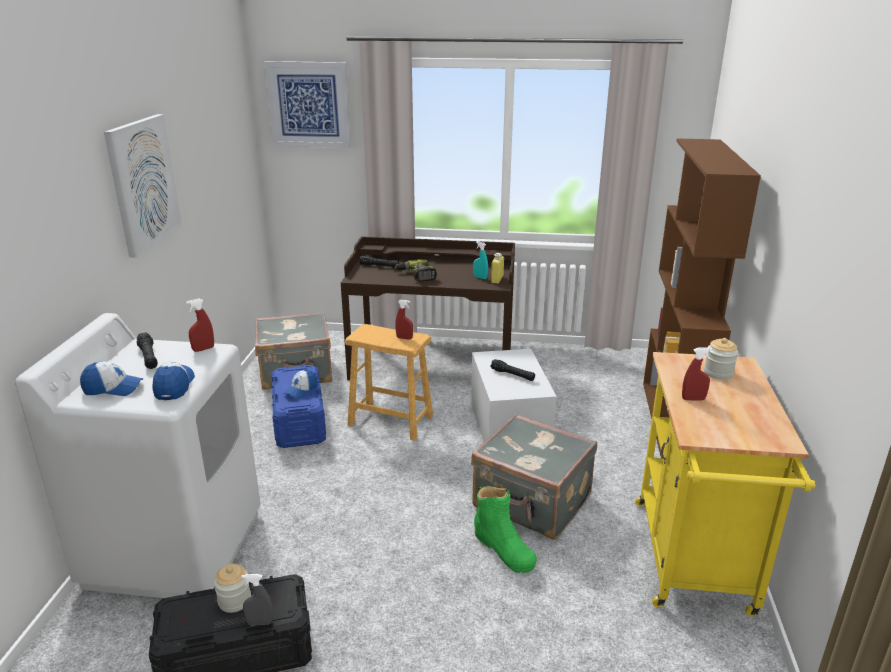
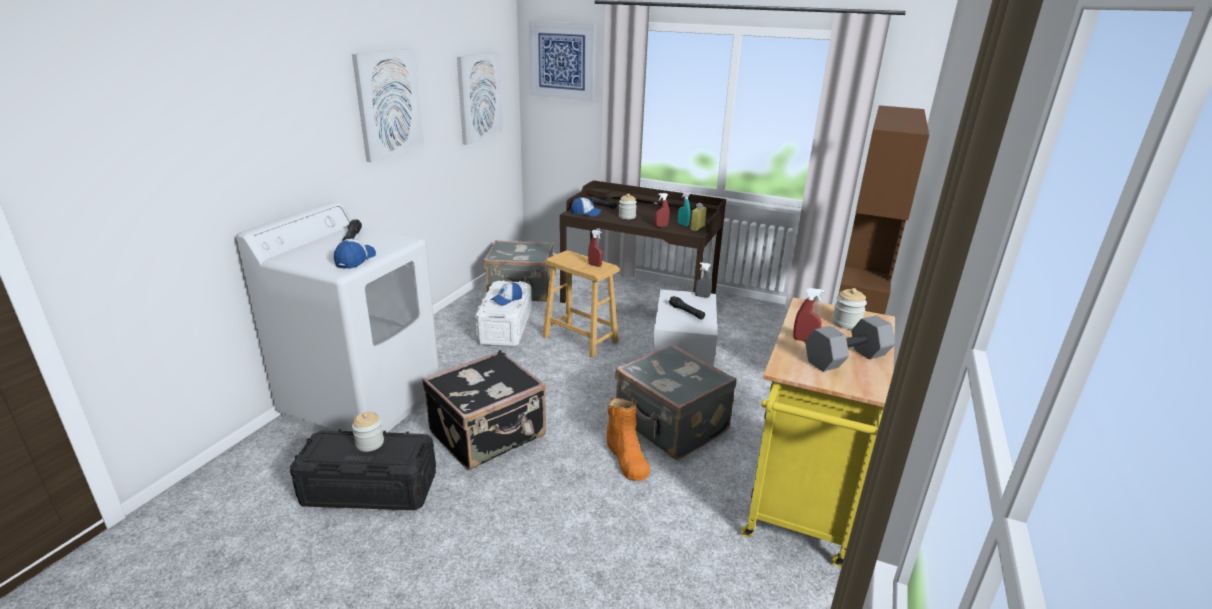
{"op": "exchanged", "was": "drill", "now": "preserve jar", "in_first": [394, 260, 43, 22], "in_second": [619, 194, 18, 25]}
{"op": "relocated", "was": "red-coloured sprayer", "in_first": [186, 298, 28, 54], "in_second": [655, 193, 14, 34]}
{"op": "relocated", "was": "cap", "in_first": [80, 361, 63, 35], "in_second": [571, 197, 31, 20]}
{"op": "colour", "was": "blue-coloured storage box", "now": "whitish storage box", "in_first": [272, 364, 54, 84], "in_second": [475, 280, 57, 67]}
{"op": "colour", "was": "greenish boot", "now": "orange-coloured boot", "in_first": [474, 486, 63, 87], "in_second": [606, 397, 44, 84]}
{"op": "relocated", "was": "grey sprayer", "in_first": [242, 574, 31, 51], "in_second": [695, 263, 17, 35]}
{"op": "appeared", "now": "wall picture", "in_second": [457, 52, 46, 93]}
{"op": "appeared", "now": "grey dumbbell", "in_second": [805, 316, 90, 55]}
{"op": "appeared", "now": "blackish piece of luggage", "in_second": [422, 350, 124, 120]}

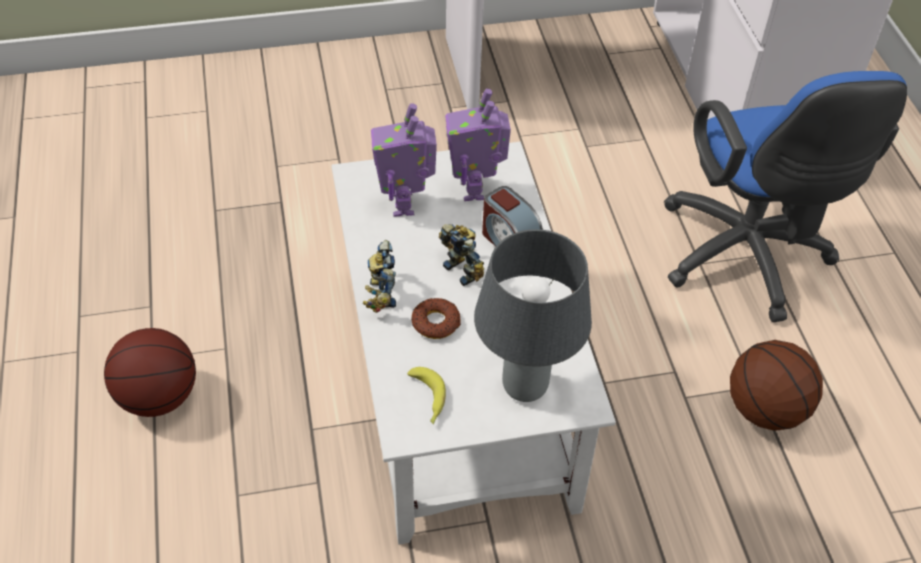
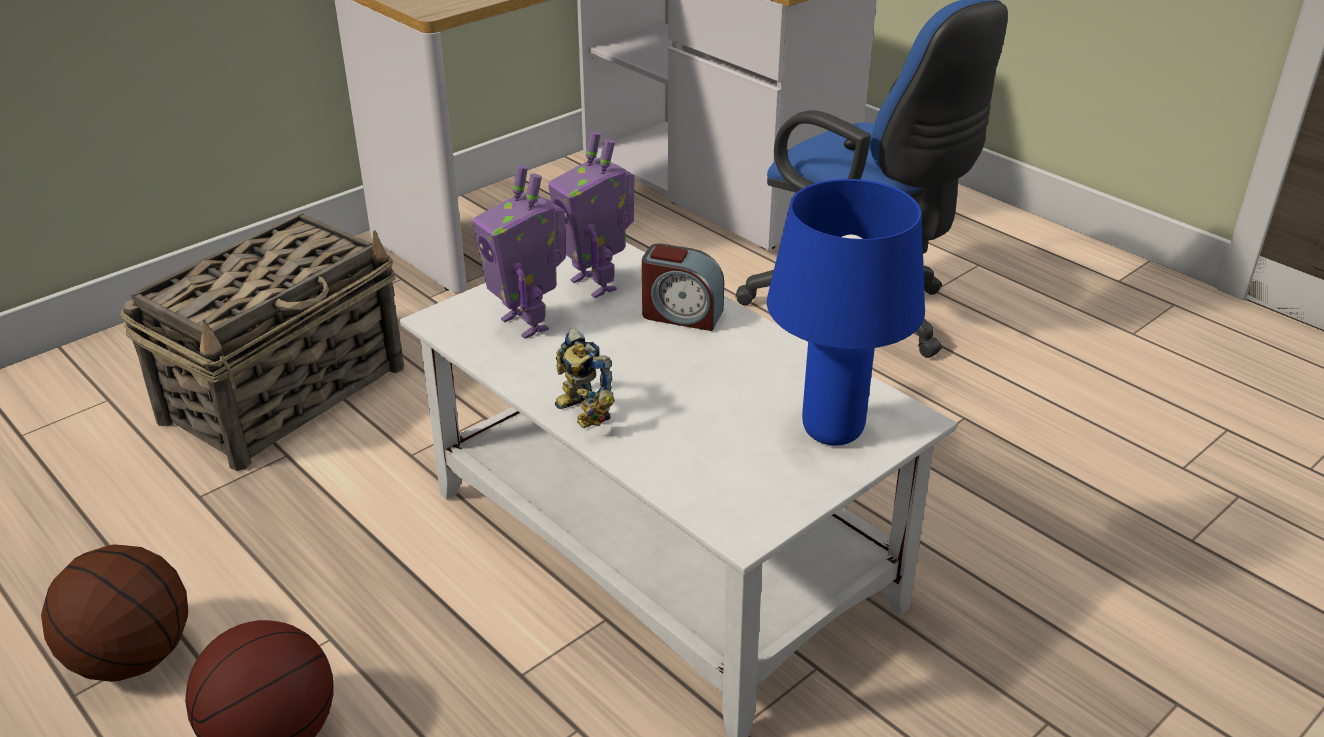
{"op": "missing", "was": "model robot", "in_first": [439, 224, 45, 62]}
{"op": "colour", "was": "grey table lamp", "now": "blue-coloured table lamp", "in_first": [474, 229, 118, 173], "in_second": [767, 179, 158, 267]}
{"op": "missing", "was": "ring doughnut", "in_first": [411, 298, 50, 41]}
{"op": "relocated", "was": "ball for basketball", "in_first": [730, 340, 93, 91], "in_second": [41, 544, 147, 138]}
{"op": "missing", "was": "whole banana", "in_first": [407, 367, 39, 57]}
{"op": "appeared", "now": "storage basket", "in_second": [121, 213, 283, 258]}

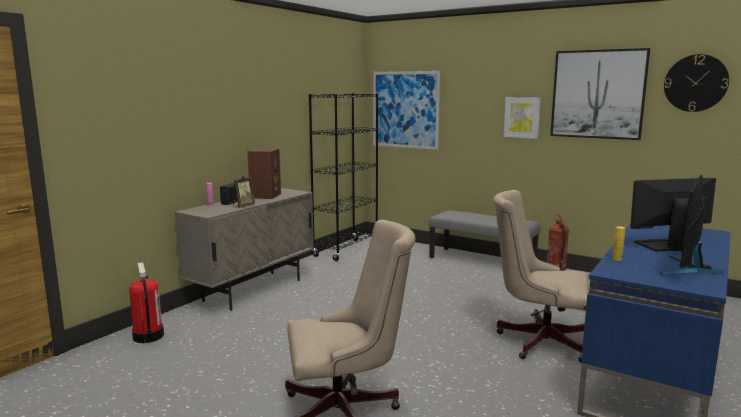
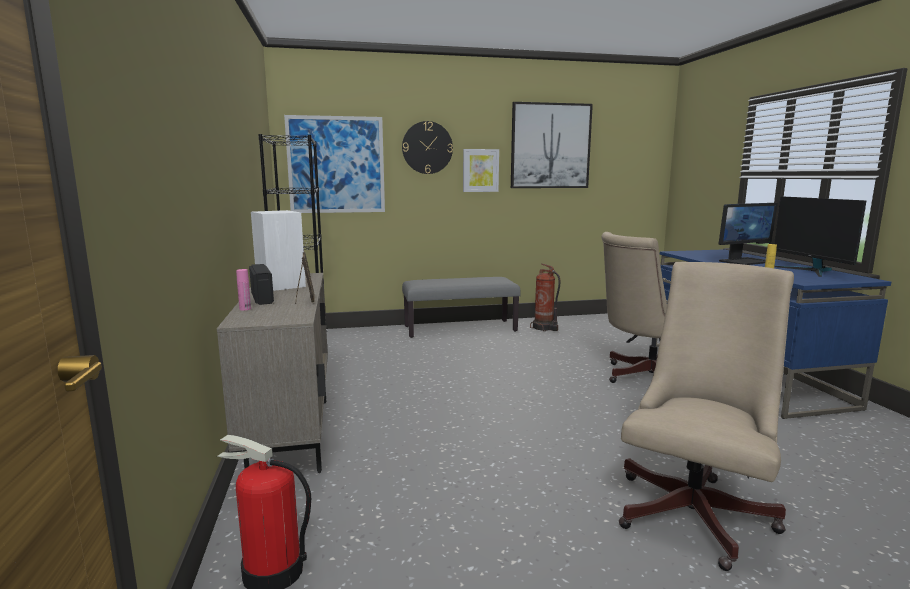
{"op": "relocated", "was": "hanging clock", "in_first": [664, 54, 65, 58], "in_second": [402, 121, 51, 53]}
{"op": "colour", "was": "brown-coloured loudspeaker", "now": "whitish loudspeaker", "in_first": [247, 148, 34, 51], "in_second": [251, 210, 55, 81]}
{"op": "spun", "was": "monitor", "in_first": [630, 178, 86, 73], "in_second": [719, 203, 59, 62], "clockwise": -150}

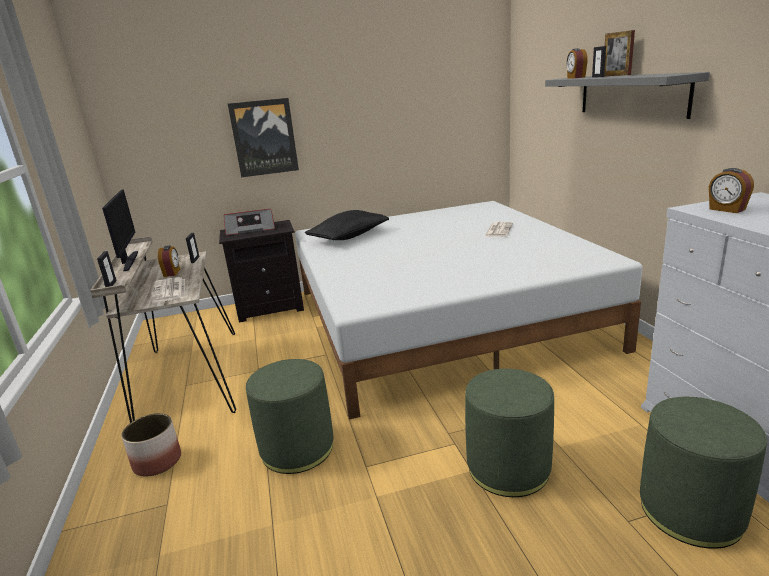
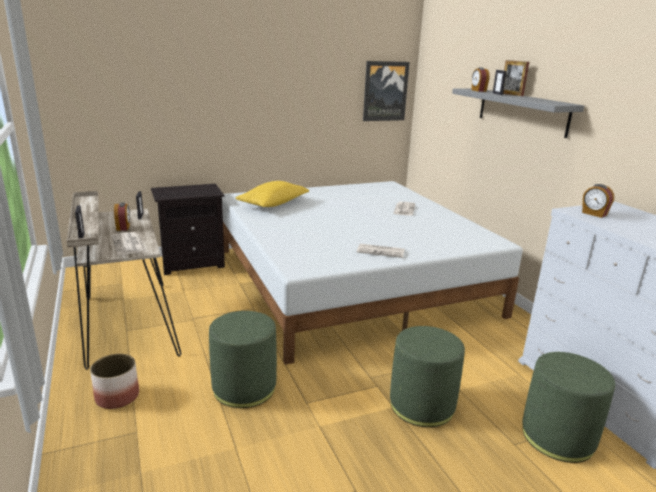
{"op": "relocated", "was": "wall picture", "in_first": [228, 98, 71, 79], "in_second": [363, 61, 47, 60]}
{"op": "missing", "was": "monitor", "in_first": [102, 189, 36, 82]}
{"op": "missing", "was": "radio receiver", "in_first": [224, 209, 51, 26]}
{"op": "colour", "was": "blackish cushion", "now": "yellowish cushion", "in_first": [305, 210, 84, 30], "in_second": [235, 181, 74, 26]}
{"op": "appeared", "now": "newspaper", "in_second": [357, 244, 48, 14]}

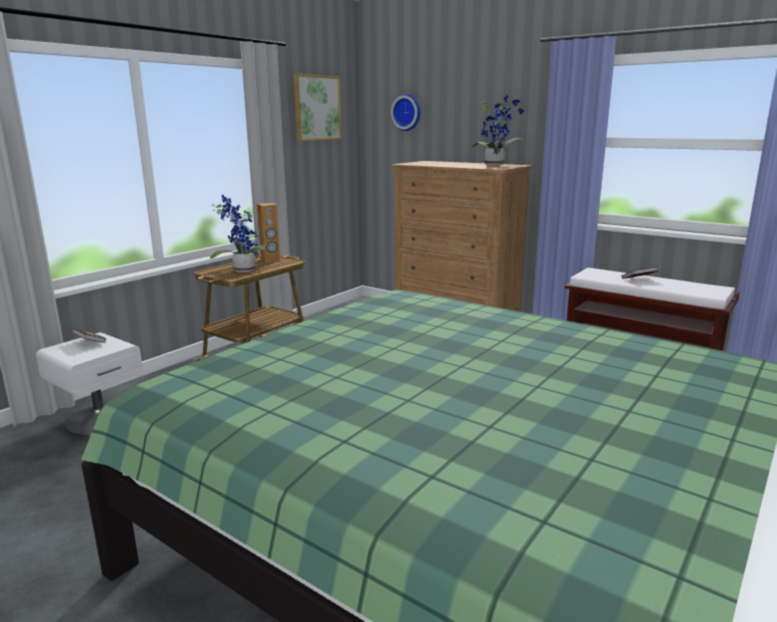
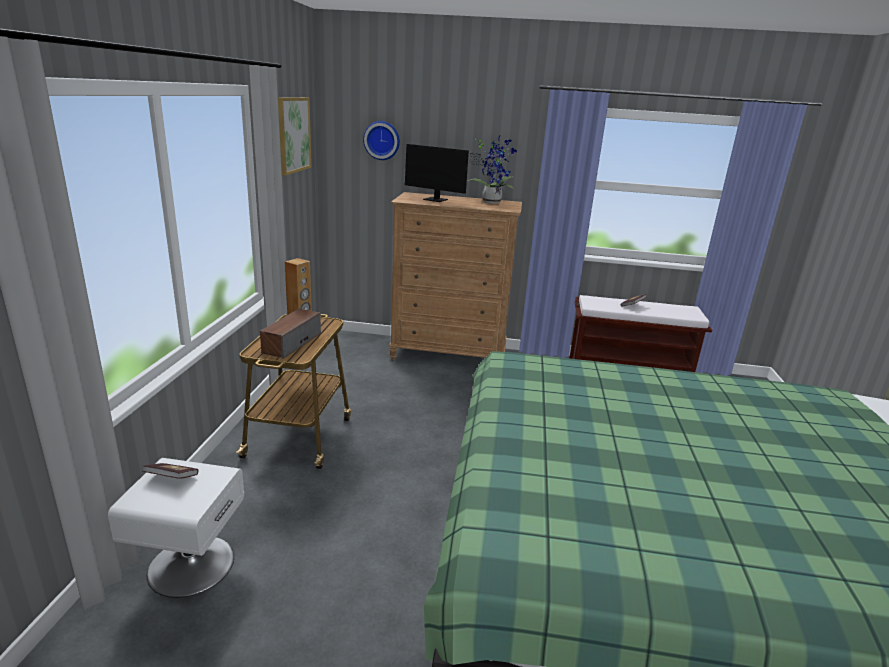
{"op": "exchanged", "was": "houseplant", "now": "loudspeaker", "in_first": [210, 195, 62, 77], "in_second": [260, 309, 61, 50]}
{"op": "appeared", "now": "monitor", "in_second": [405, 144, 84, 58]}

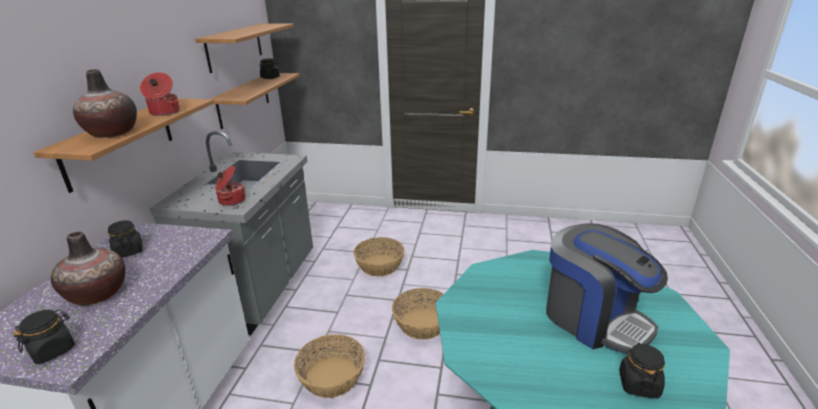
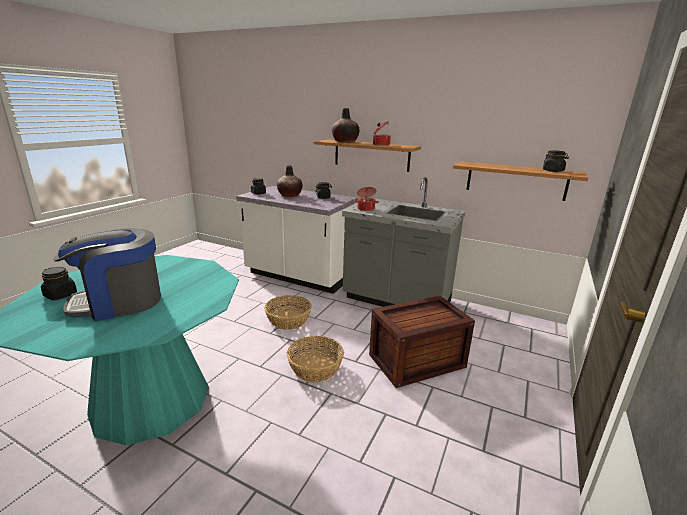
{"op": "missing", "was": "shelf", "in_first": [195, 23, 99, 50]}
{"op": "exchanged", "was": "storage basket", "now": "packing crate", "in_first": [353, 237, 52, 40], "in_second": [369, 296, 106, 92]}

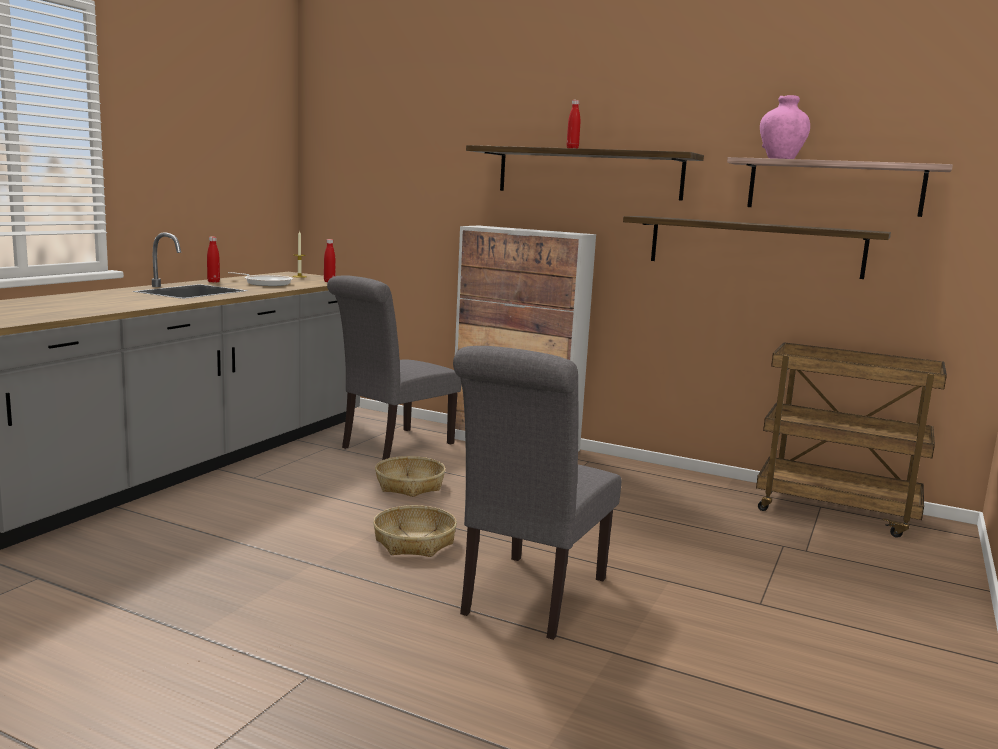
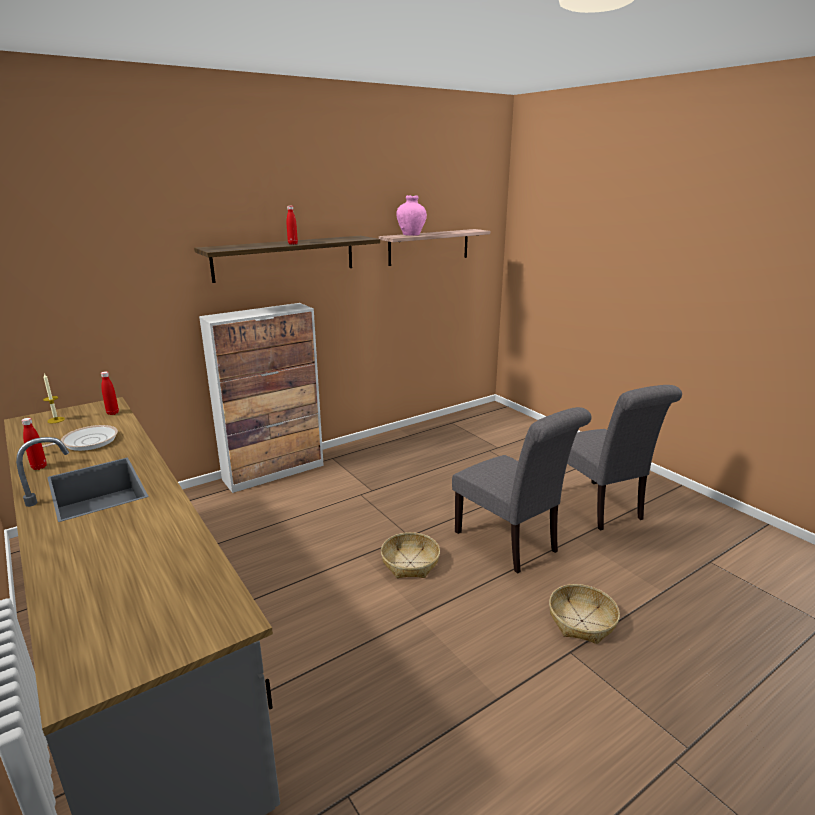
{"op": "missing", "was": "shelf", "in_first": [623, 216, 268, 63]}
{"op": "relocated", "was": "grey upright chair", "in_first": [327, 275, 135, 185], "in_second": [567, 385, 115, 146]}
{"op": "missing", "was": "brown-coloured trolley", "in_first": [756, 342, 191, 196]}
{"op": "relocated", "was": "storage basket", "in_first": [375, 456, 71, 41], "in_second": [549, 584, 71, 60]}

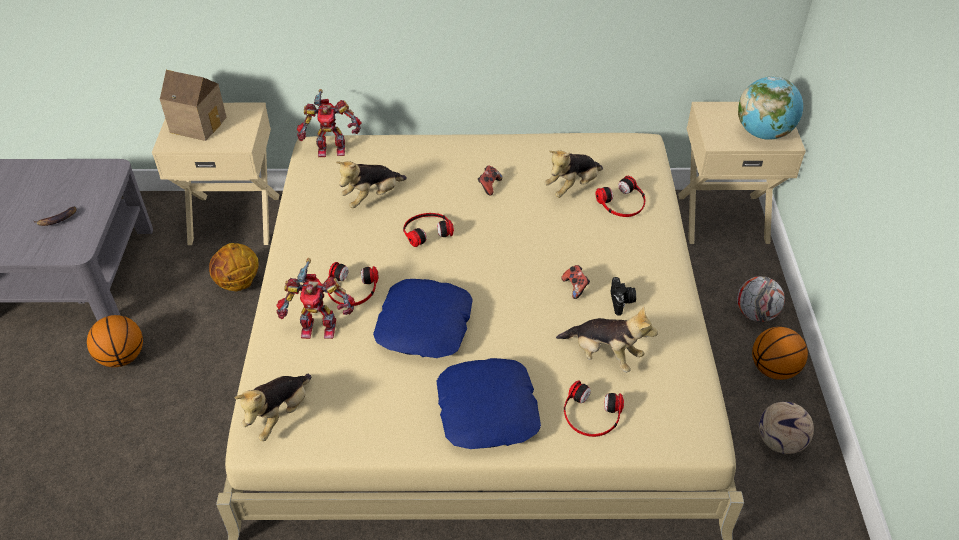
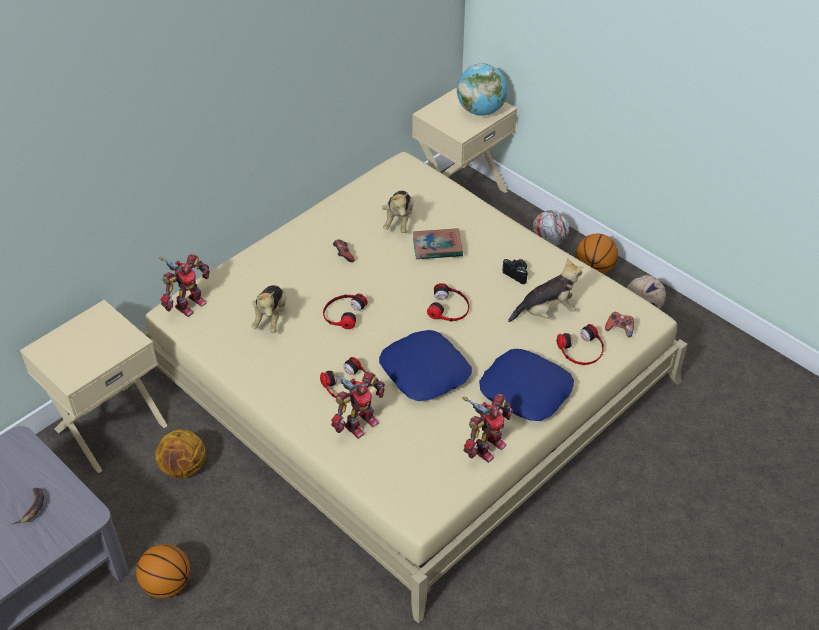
{"op": "missing", "was": "model house", "in_first": [160, 70, 67, 71]}
{"op": "relocated", "was": "headphones", "in_first": [596, 176, 49, 41], "in_second": [427, 283, 43, 38]}
{"op": "relocated", "was": "joypad", "in_first": [561, 265, 29, 34], "in_second": [605, 312, 29, 26]}
{"op": "missing", "was": "soft toy", "in_first": [234, 374, 77, 67]}
{"op": "appeared", "now": "bound book", "in_second": [413, 228, 50, 31]}
{"op": "appeared", "now": "model robot", "in_second": [462, 394, 51, 69]}

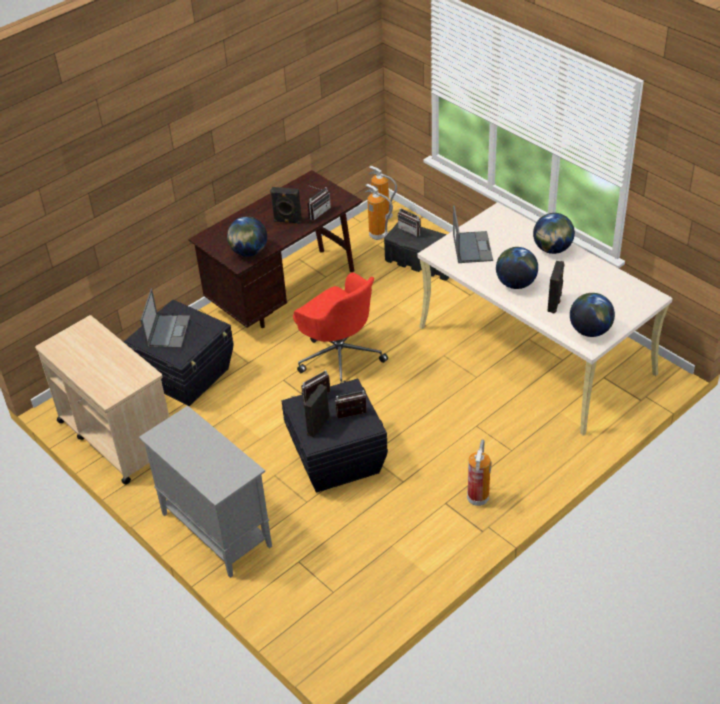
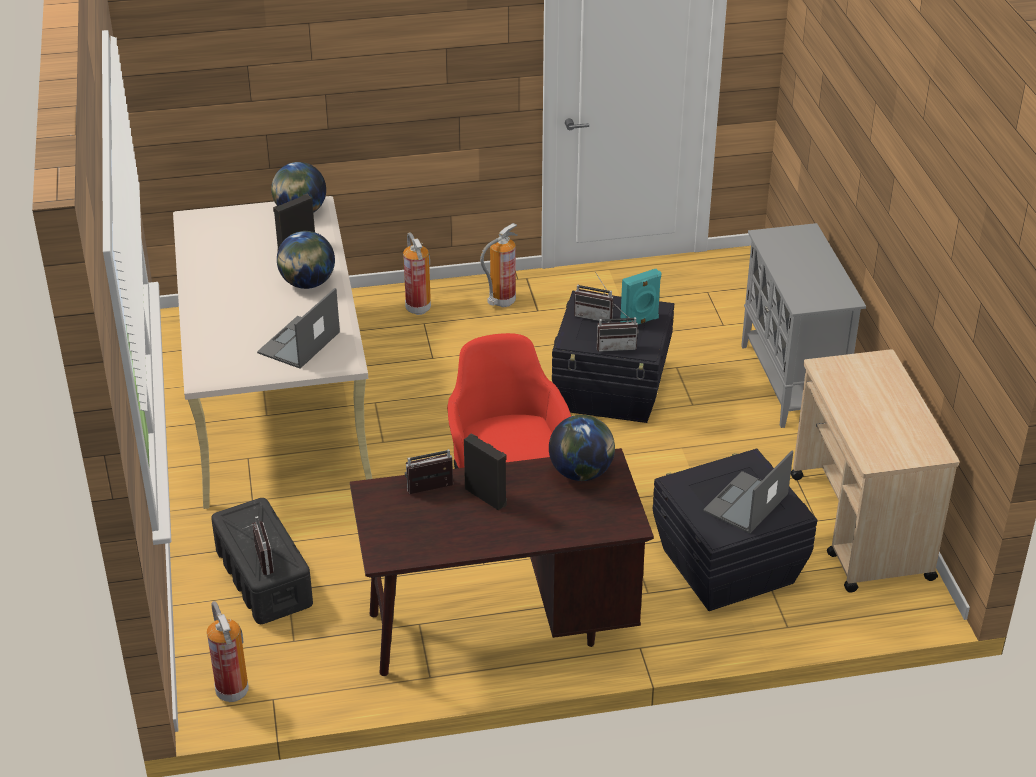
{"op": "relocated", "was": "fire extinguisher", "in_first": [365, 183, 28, 57], "in_second": [403, 232, 28, 83]}
{"op": "missing", "was": "globe", "in_first": [533, 213, 42, 41]}
{"op": "colour", "was": "blackish loudspeaker", "now": "turquoise-coloured loudspeaker", "in_first": [304, 384, 26, 53], "in_second": [620, 269, 41, 55]}

